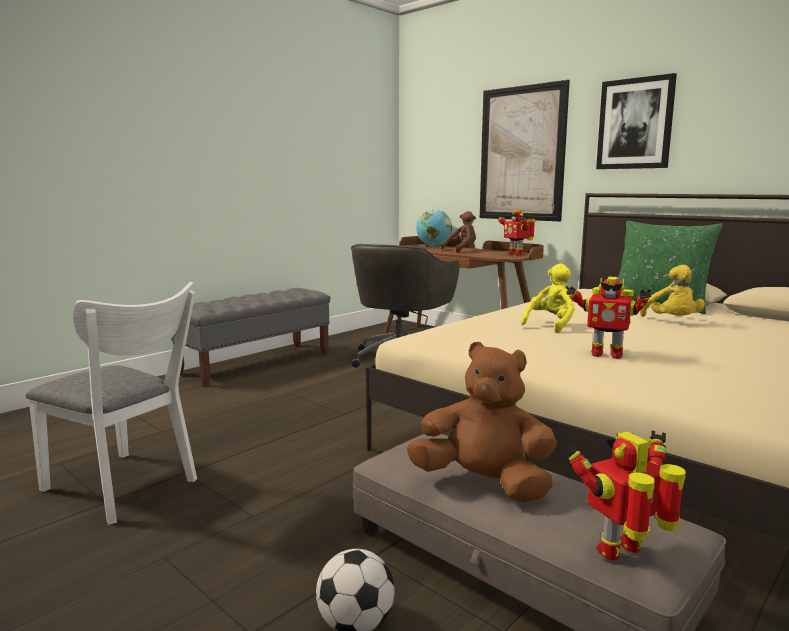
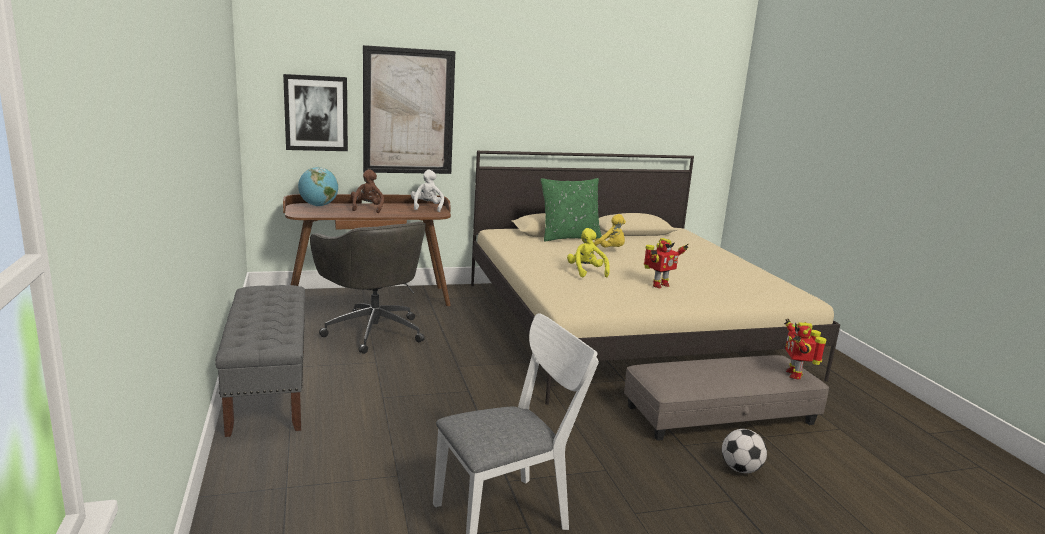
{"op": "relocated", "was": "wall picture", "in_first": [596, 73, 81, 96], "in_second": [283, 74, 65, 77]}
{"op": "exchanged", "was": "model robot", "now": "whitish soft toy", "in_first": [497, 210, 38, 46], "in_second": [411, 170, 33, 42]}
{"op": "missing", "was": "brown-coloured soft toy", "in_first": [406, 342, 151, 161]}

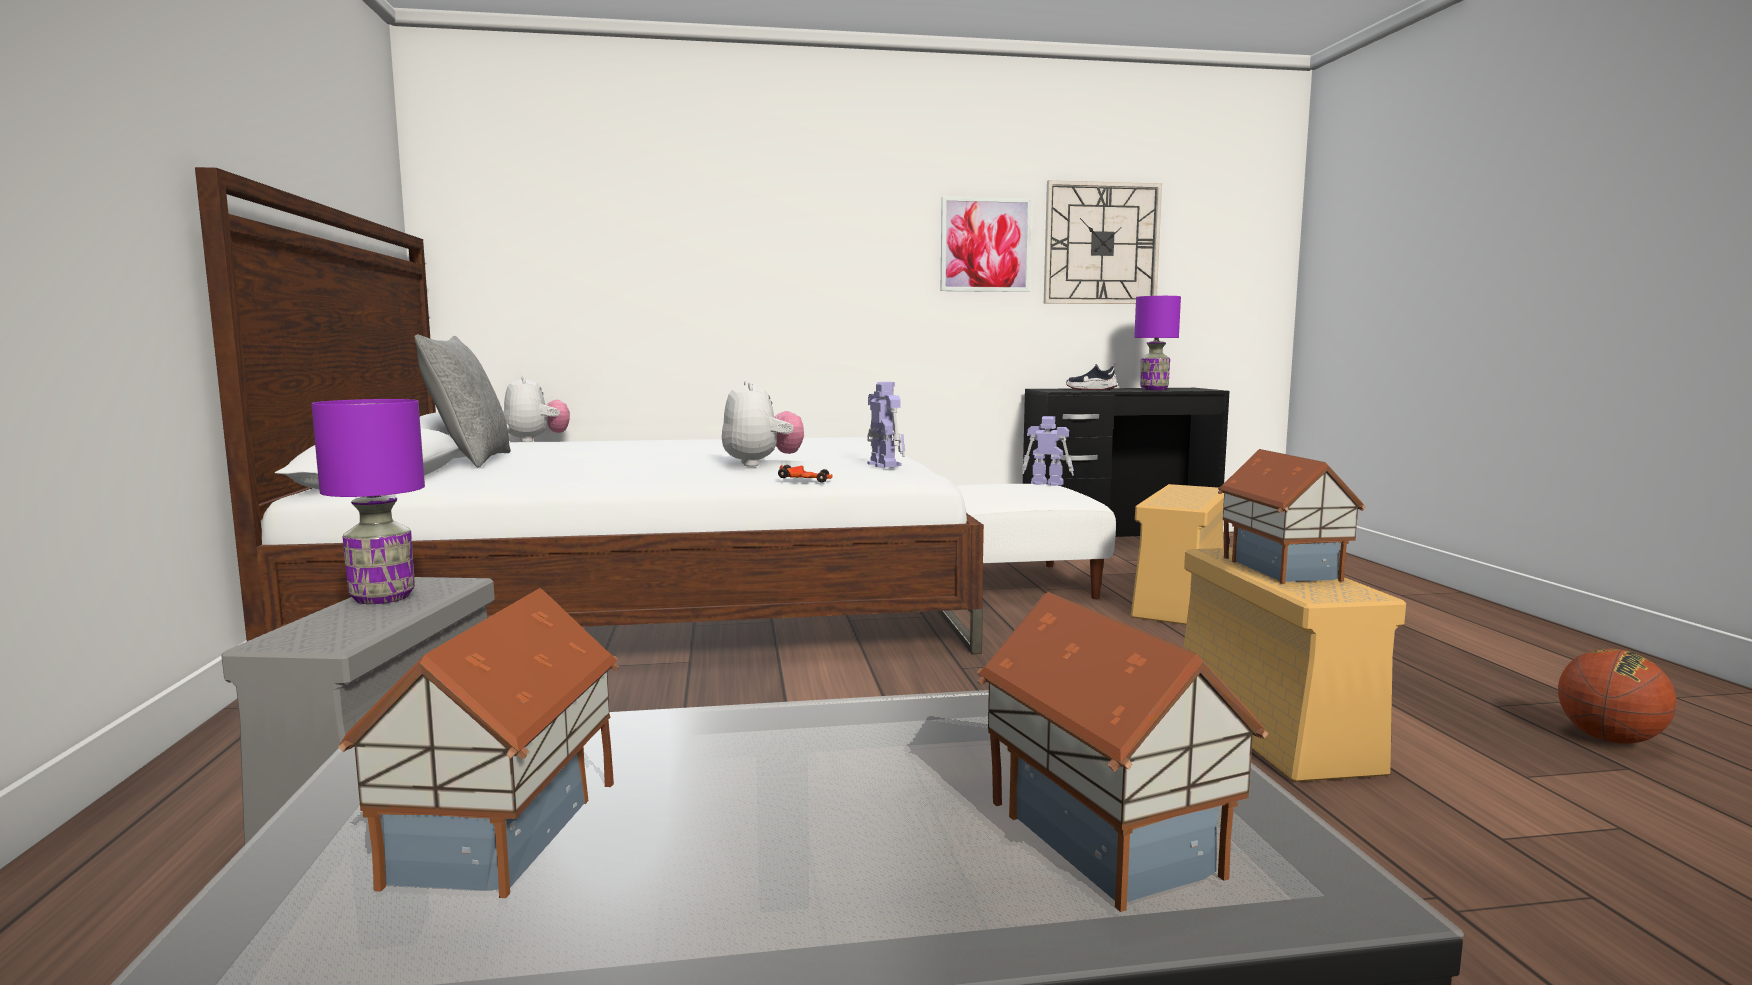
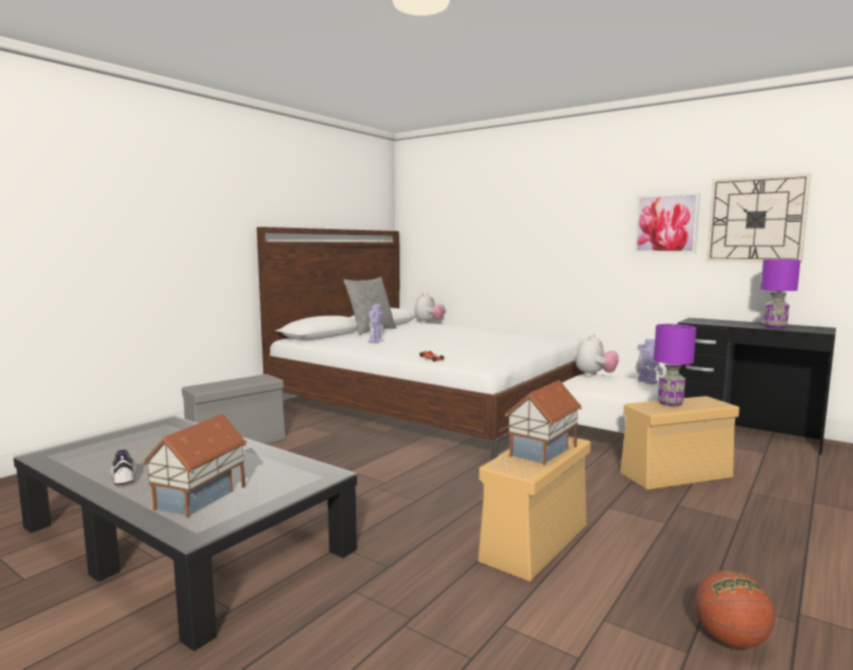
{"op": "relocated", "was": "shoe", "in_first": [1066, 363, 52, 27], "in_second": [111, 450, 25, 35]}
{"op": "relocated", "was": "soft toy", "in_first": [722, 381, 82, 86], "in_second": [576, 334, 43, 43]}
{"op": "relocated", "was": "model robot", "in_first": [867, 382, 38, 86], "in_second": [368, 304, 16, 39]}
{"op": "relocated", "was": "purple table lamp", "in_first": [311, 399, 114, 205], "in_second": [654, 324, 42, 82]}
{"op": "missing", "was": "model house", "in_first": [338, 588, 281, 310]}

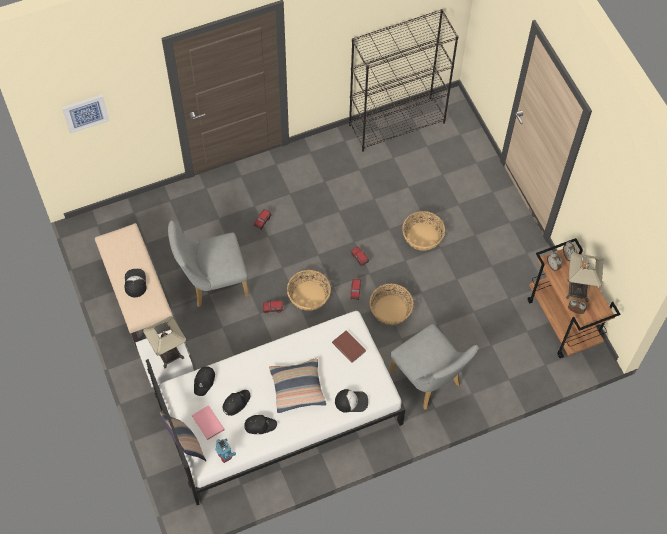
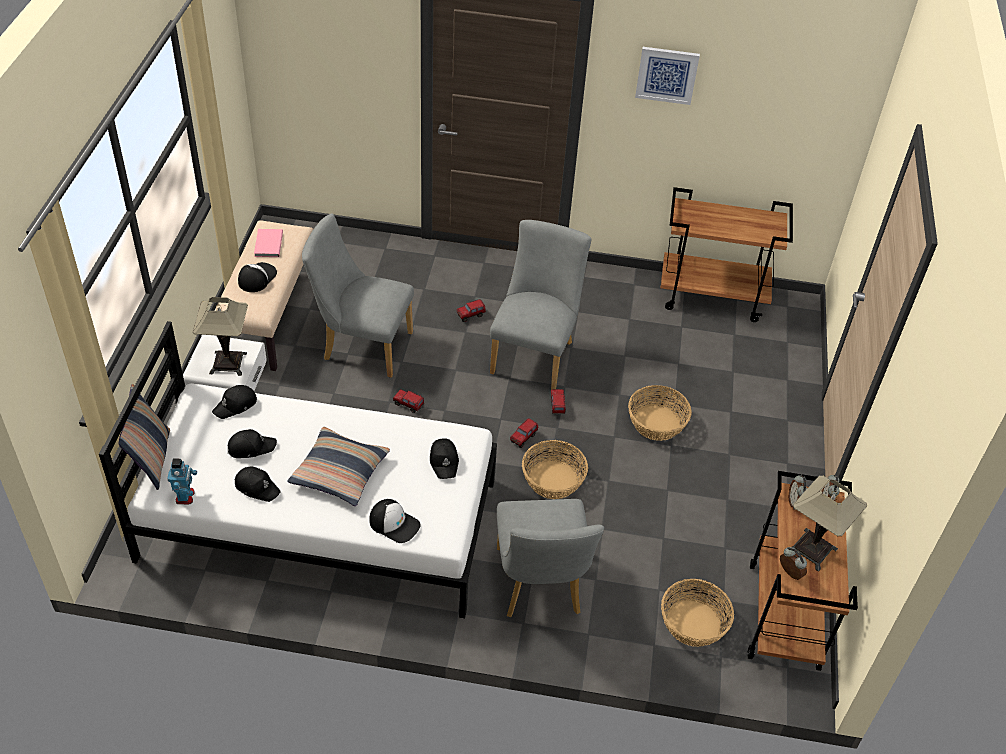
{"op": "exchanged", "was": "blackish shelving unit", "now": "brown-coloured trolley", "in_first": [349, 9, 110, 143], "in_second": [661, 187, 132, 135]}
{"op": "relocated", "was": "wall picture", "in_first": [62, 94, 47, 40], "in_second": [635, 47, 65, 58]}
{"op": "relocated", "was": "storage basket", "in_first": [287, 270, 44, 41], "in_second": [661, 579, 73, 68]}
{"op": "exchanged", "was": "brown-coloured bound book", "now": "blackish cap", "in_first": [332, 330, 34, 33], "in_second": [430, 438, 29, 41]}
{"op": "relocated", "was": "pinkish bound book", "in_first": [192, 405, 33, 35], "in_second": [254, 229, 29, 28]}
{"op": "appeared", "now": "grey upright chair", "in_second": [490, 220, 102, 169]}

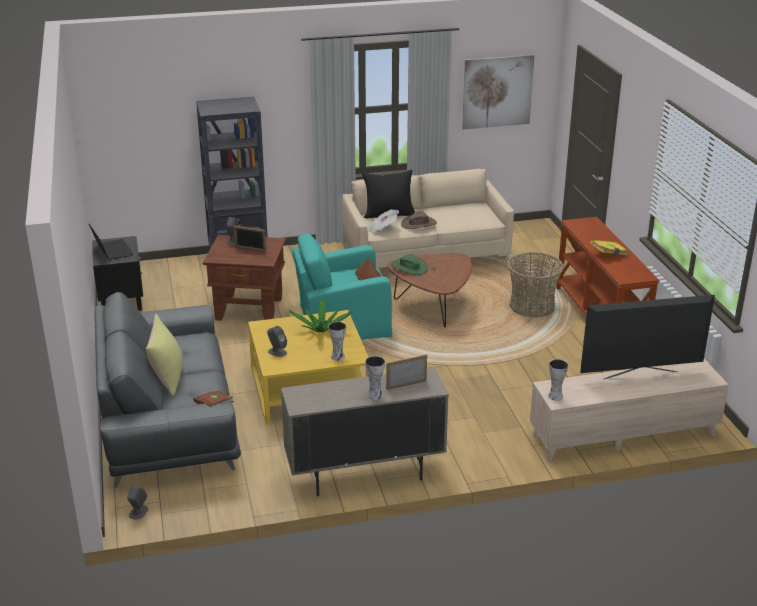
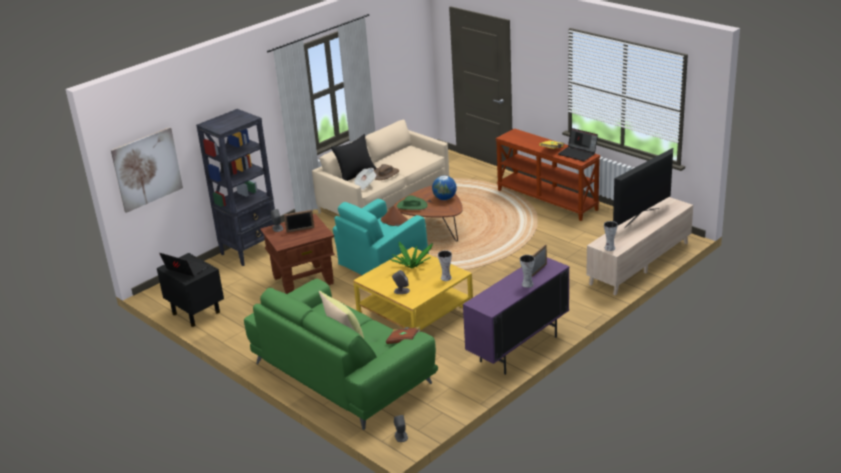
{"op": "relocated", "was": "wall picture", "in_first": [462, 55, 72, 74], "in_second": [111, 127, 72, 86]}
{"op": "missing", "was": "storage basket", "in_first": [507, 252, 57, 65]}
{"op": "colour", "was": "grey sofa", "now": "greenish sofa", "in_first": [95, 292, 146, 196], "in_second": [244, 279, 194, 151]}
{"op": "colour", "was": "beige-coloured cabinet", "now": "purple cabinet", "in_first": [281, 368, 168, 128], "in_second": [463, 257, 107, 118]}
{"op": "appeared", "now": "laptop", "in_second": [558, 128, 40, 33]}
{"op": "appeared", "now": "globe", "in_second": [432, 176, 25, 24]}

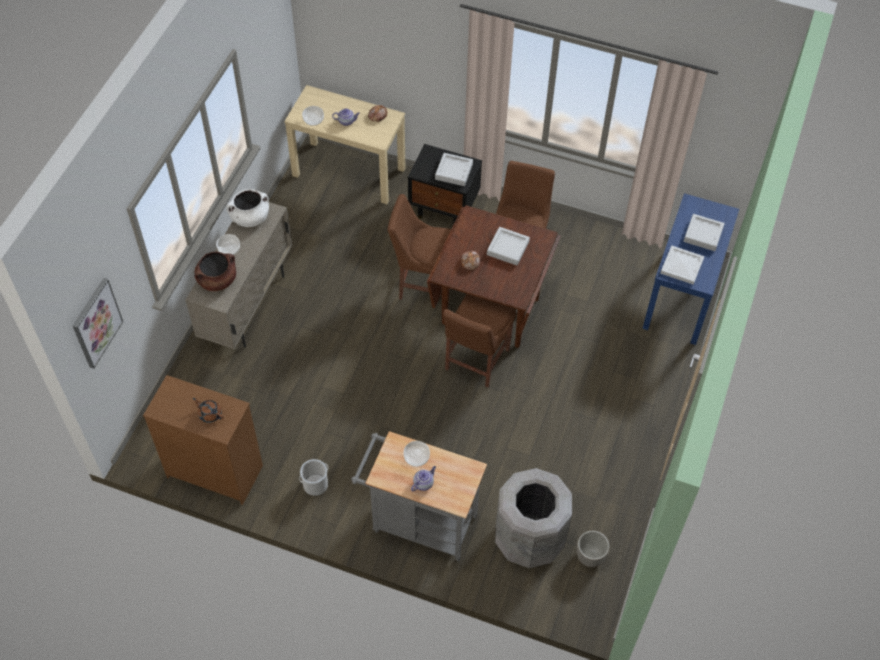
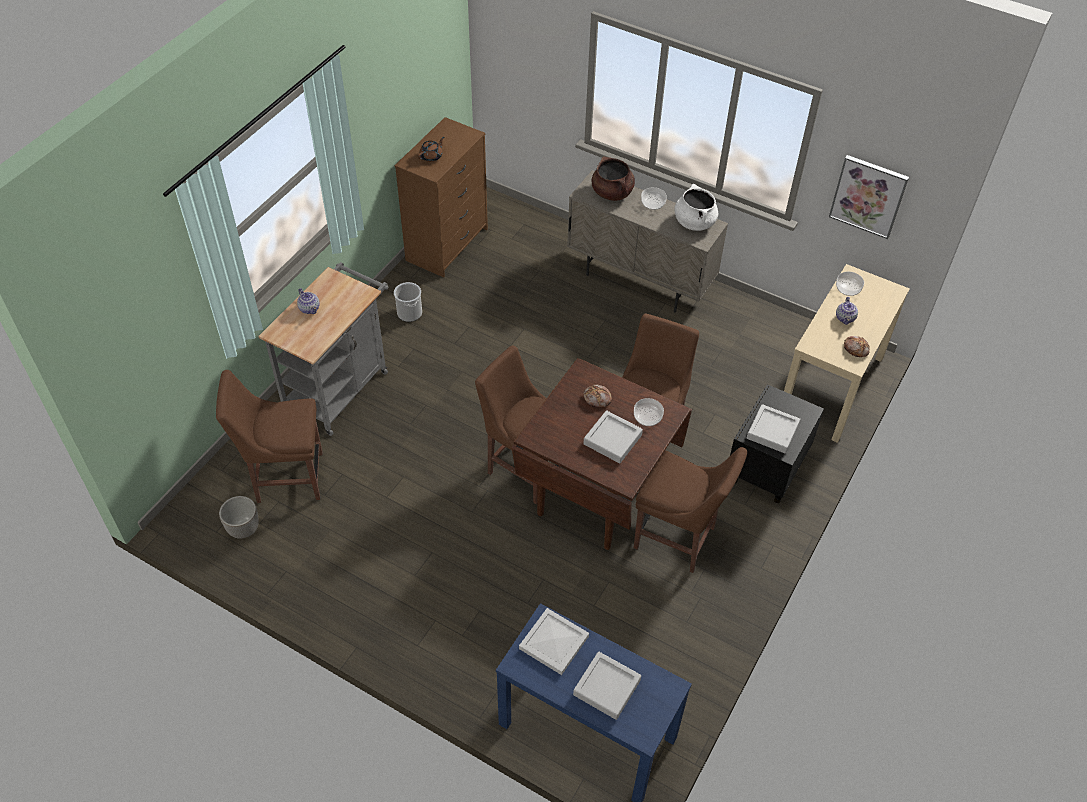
{"op": "relocated", "was": "wall picture", "in_first": [73, 278, 50, 91], "in_second": [829, 155, 80, 84]}
{"op": "relocated", "was": "serving bowl", "in_first": [404, 441, 26, 26], "in_second": [634, 398, 30, 28]}
{"op": "exchanged", "was": "grey trash can", "now": "brown-coloured upright chair", "in_first": [495, 468, 77, 100], "in_second": [216, 370, 107, 133]}

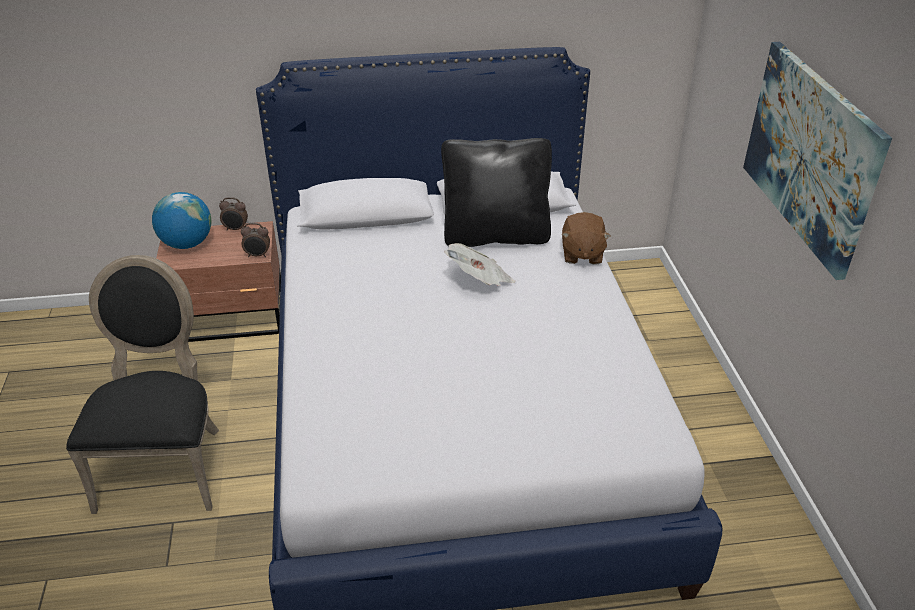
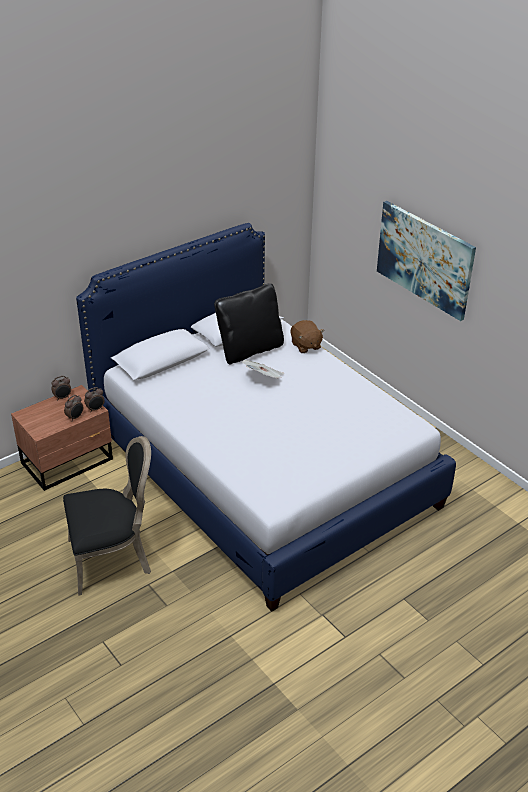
{"op": "missing", "was": "globe", "in_first": [152, 192, 59, 57]}
{"op": "spun", "was": "blackish upright chair", "in_first": [66, 255, 153, 259], "in_second": [63, 436, 88, 160], "clockwise": 105}
{"op": "appeared", "now": "bedside clock", "in_second": [64, 395, 19, 26]}

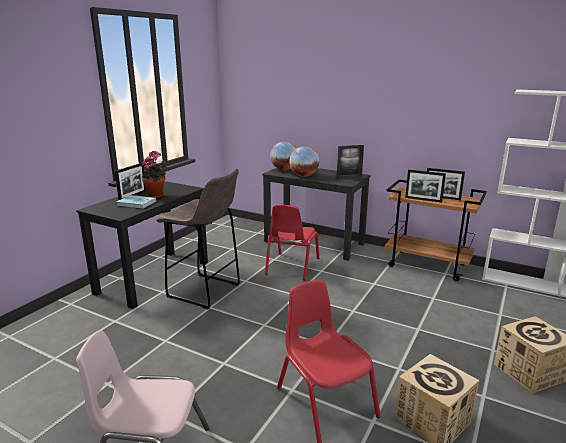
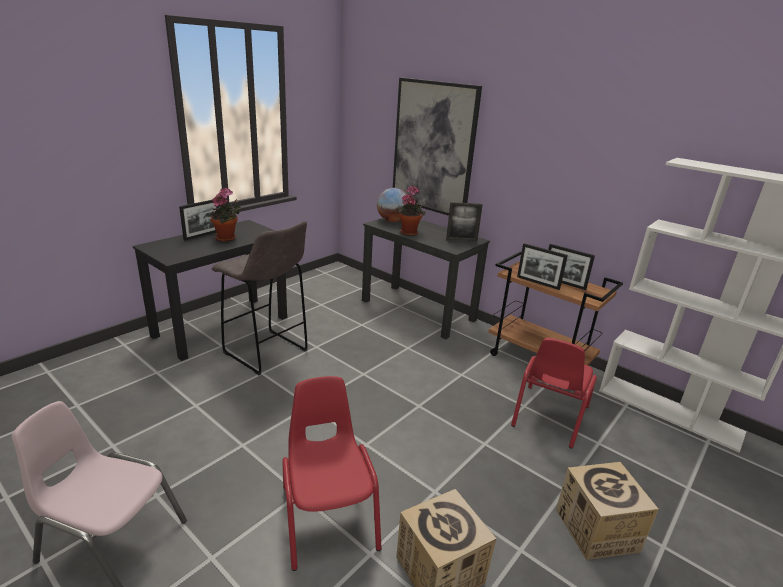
{"op": "exchanged", "was": "globe", "now": "houseplant", "in_first": [289, 146, 30, 31], "in_second": [397, 185, 29, 51]}
{"op": "missing", "was": "blue-coloured bound book", "in_first": [116, 195, 40, 14]}
{"op": "relocated", "was": "red-coloured upright chair", "in_first": [265, 204, 54, 76], "in_second": [511, 338, 86, 111]}
{"op": "appeared", "now": "wall picture", "in_second": [393, 78, 89, 138]}

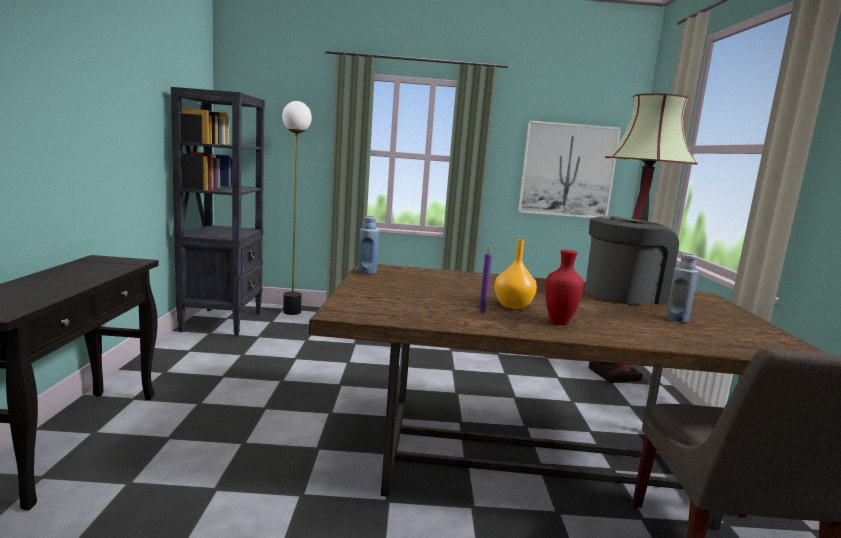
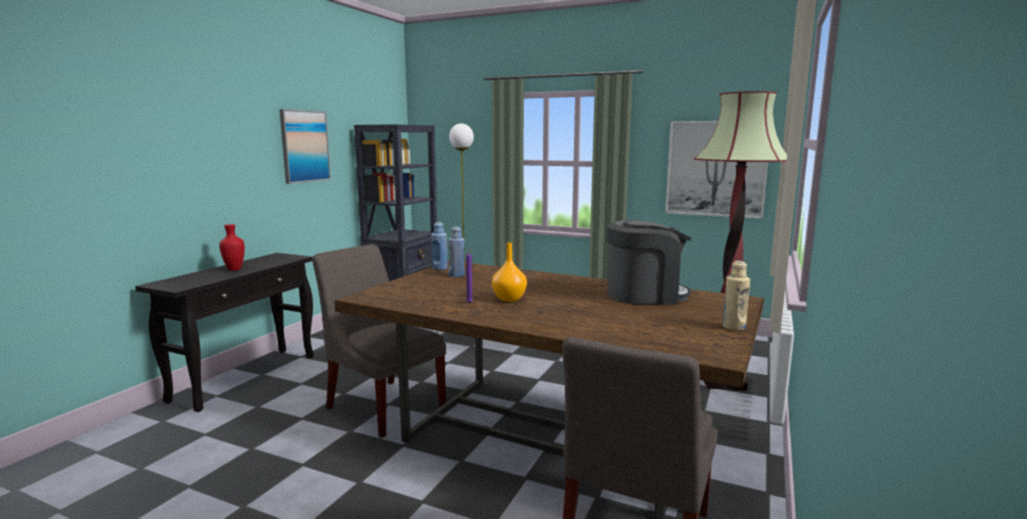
{"op": "relocated", "was": "red-coloured vase", "in_first": [545, 250, 39, 75], "in_second": [219, 224, 26, 47]}
{"op": "relocated", "was": "blue-coloured drink bottle", "in_first": [666, 252, 33, 71], "in_second": [448, 227, 17, 50]}
{"op": "appeared", "now": "wall picture", "in_second": [279, 109, 52, 75]}
{"op": "appeared", "now": "grey upright chair", "in_second": [312, 244, 134, 194]}
{"op": "appeared", "now": "beige-coloured drink bottle", "in_second": [723, 261, 27, 69]}

